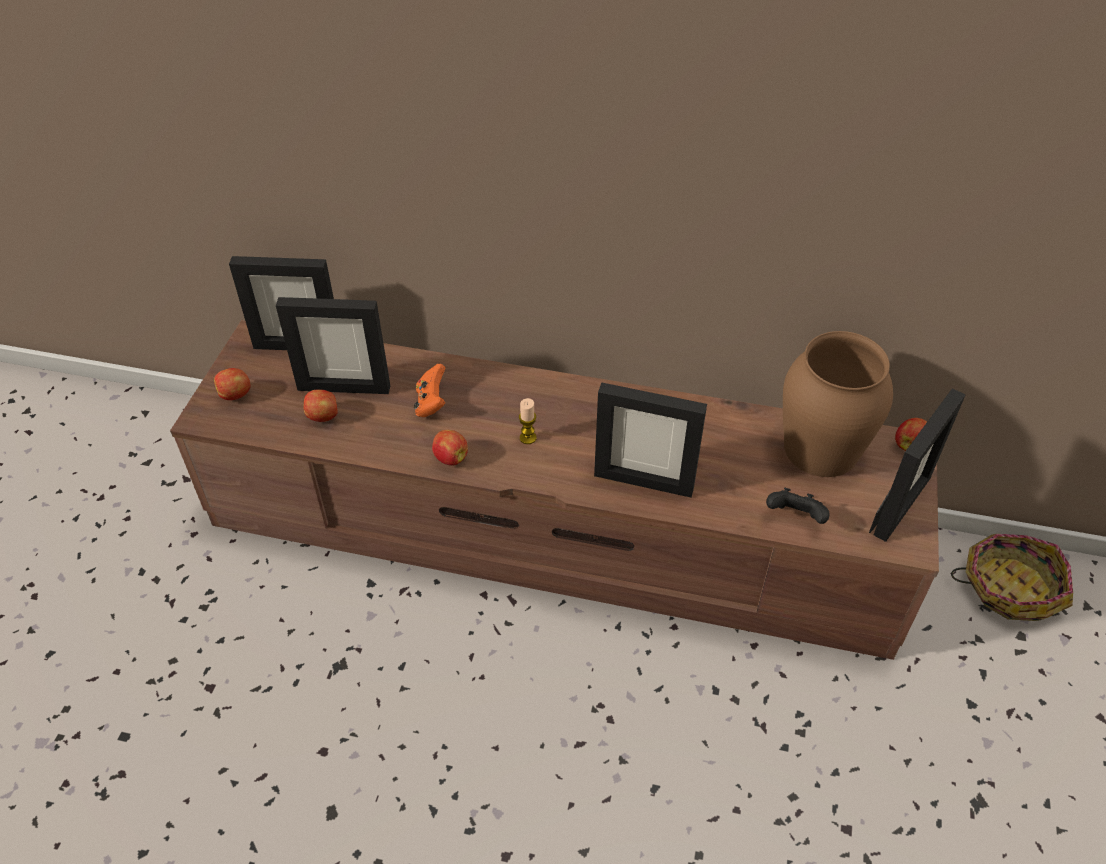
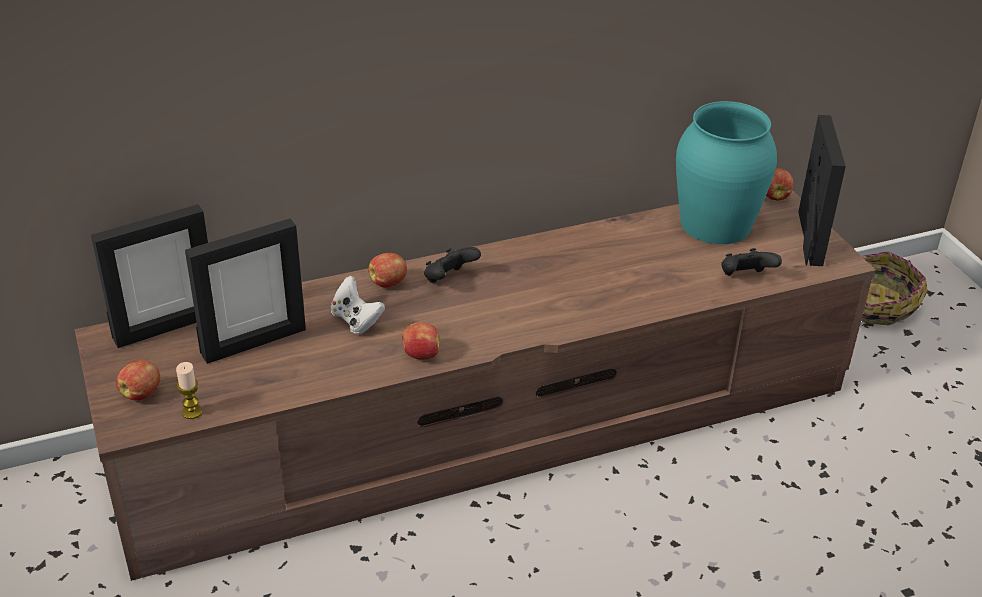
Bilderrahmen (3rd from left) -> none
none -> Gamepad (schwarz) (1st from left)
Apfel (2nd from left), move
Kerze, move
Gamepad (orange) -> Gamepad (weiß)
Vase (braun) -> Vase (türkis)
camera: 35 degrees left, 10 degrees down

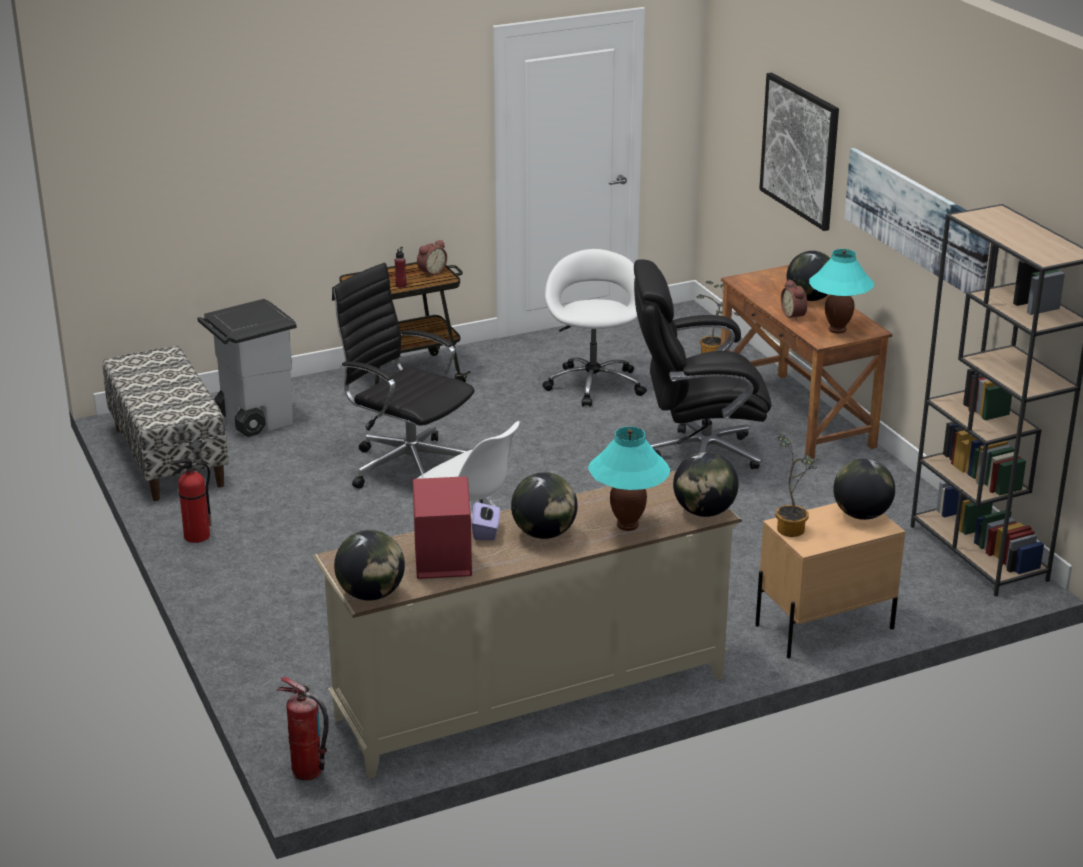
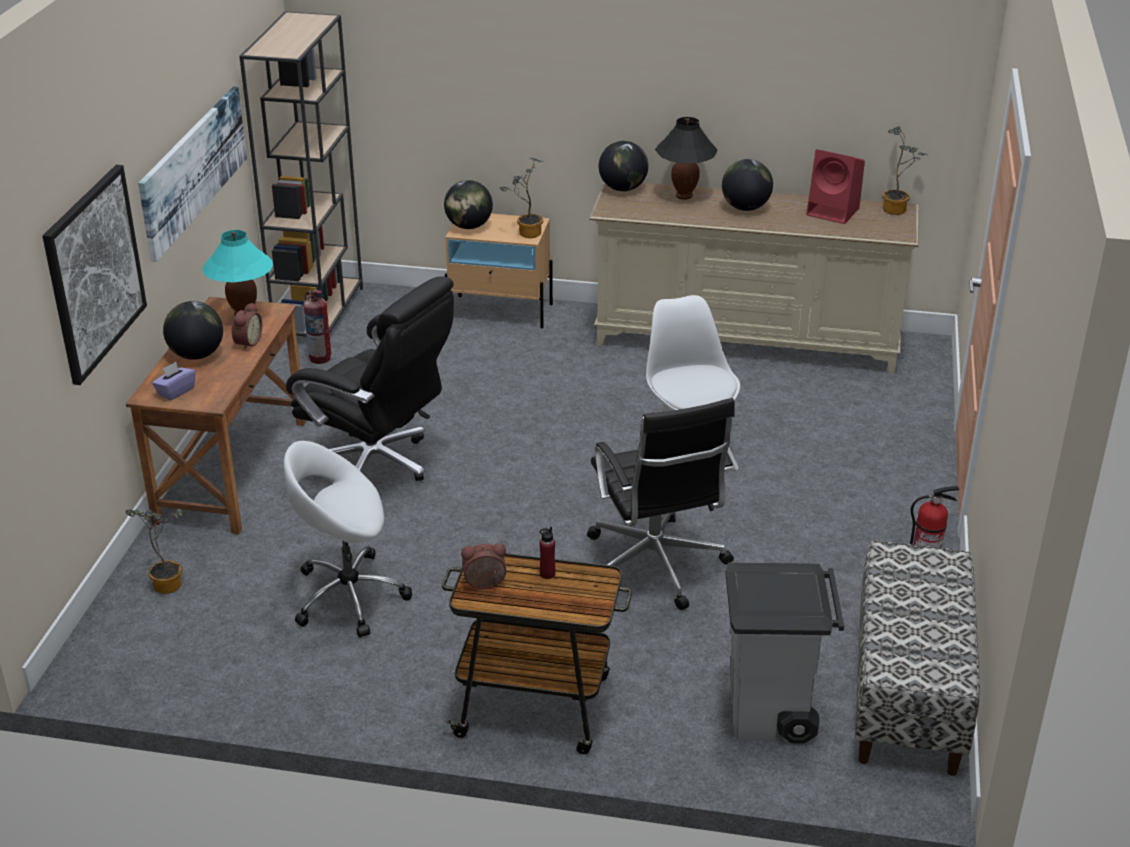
Feuerlöscher (2nd from left in the first image) -> Feuerlöscher (1st from left), move
Taschentuchbox (lila), move
Globus (1st from left) -> Topfpflanze (3rd from left)
Tischlampe (türkis) (1st from left) -> Tischlampe (schwarz)
Bürostuhl (weiß), 45 degrees clockwise
camera: 145 degrees left, 5 degrees up

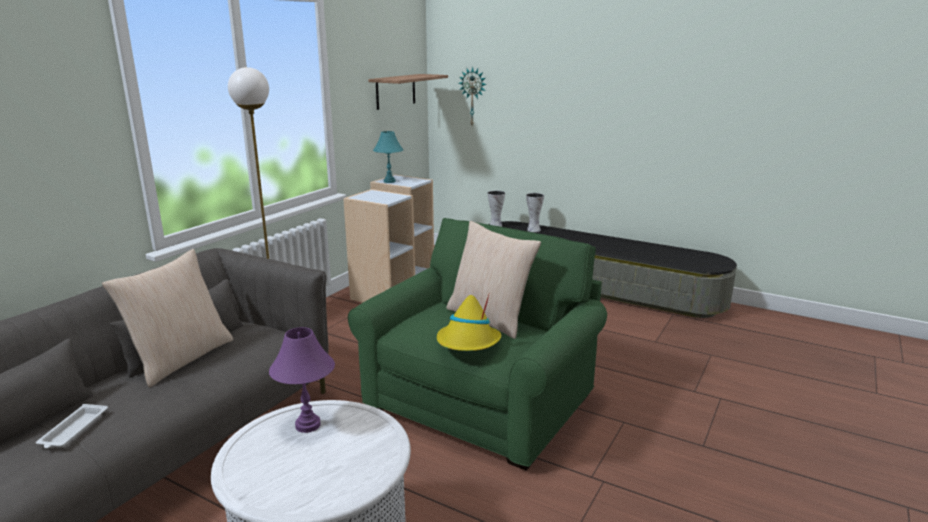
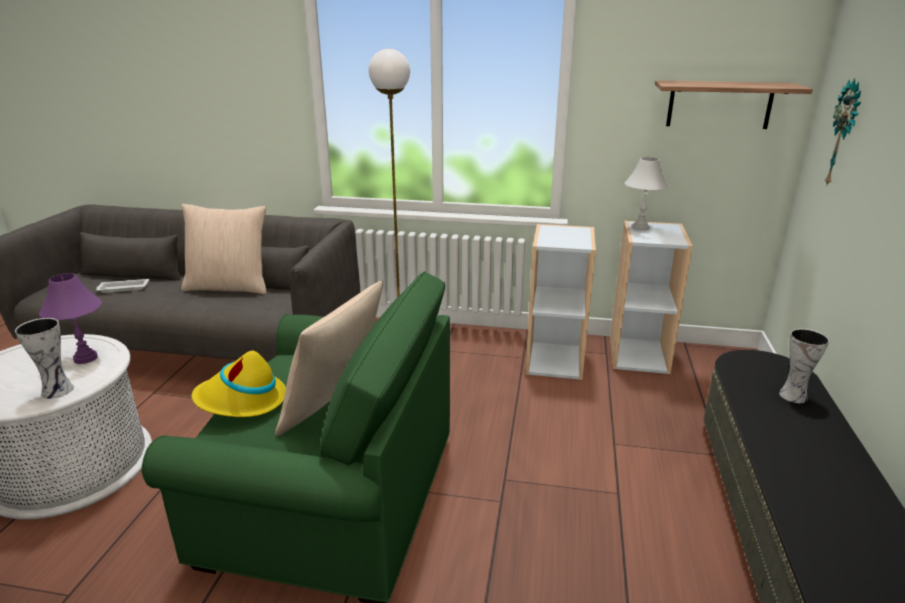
Vase (1st from left), move
Tischlampe (türkis) -> Tischlampe (weiß)
camera: 70 degrees right, 5 degrees up

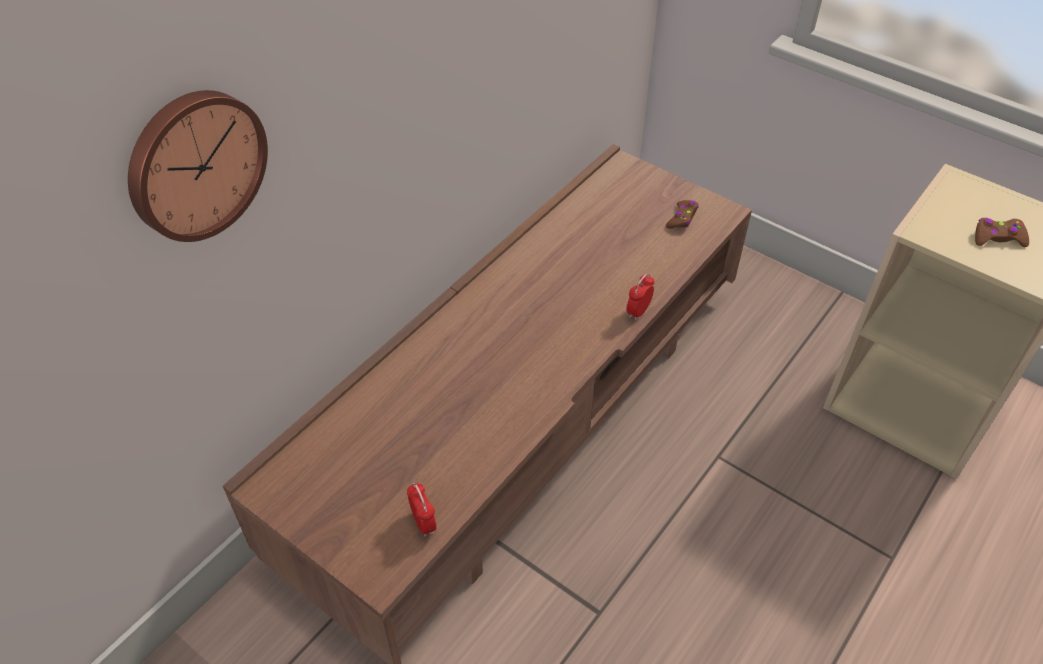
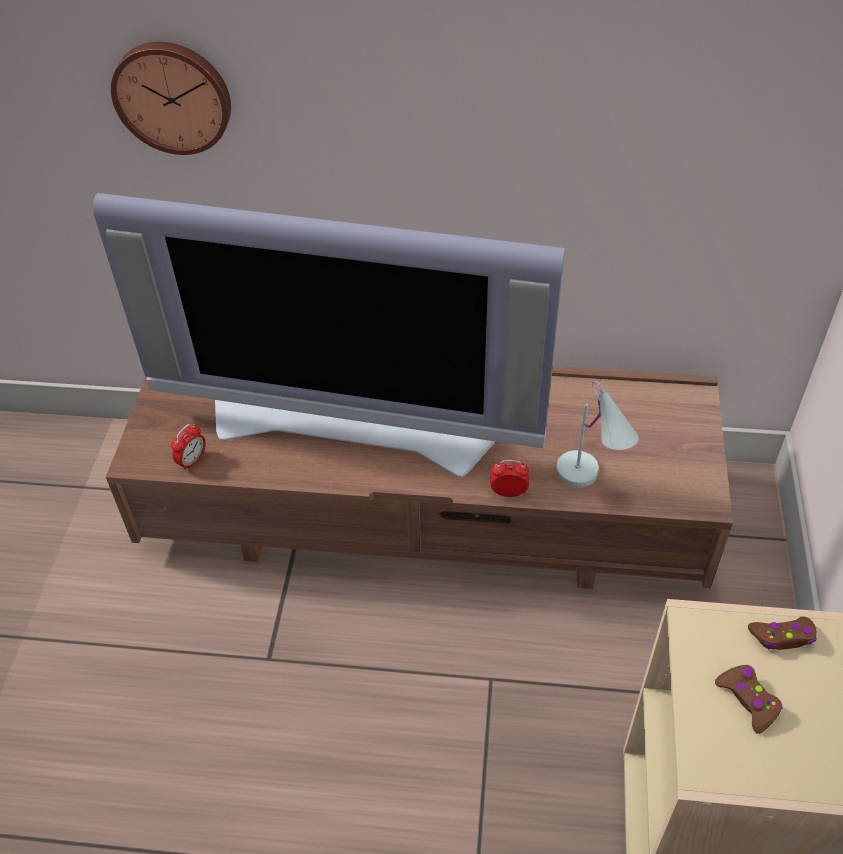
none -> Fernseher
none -> Tischlampe (weiß)
Gamepad (braun) (1st from left in the first image) -> Gamepad (braun) (2nd from left), move
camera: 60 degrees right, 0 degrees up

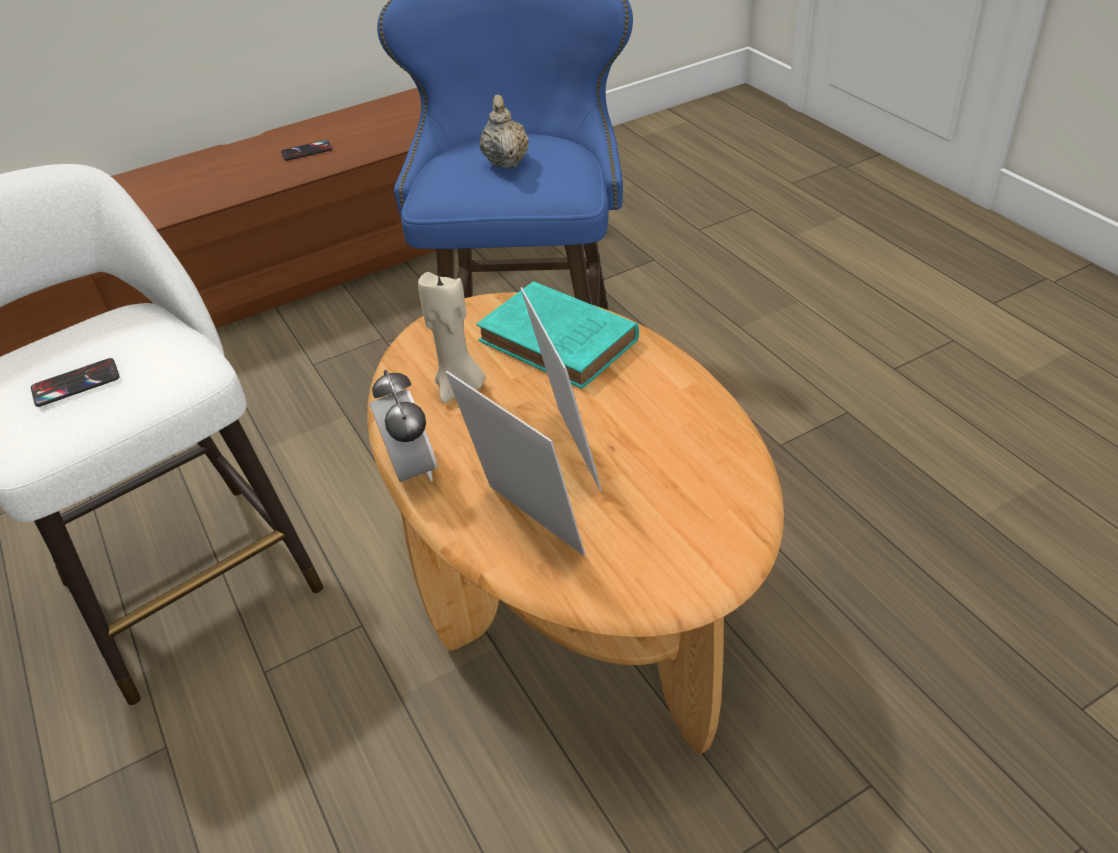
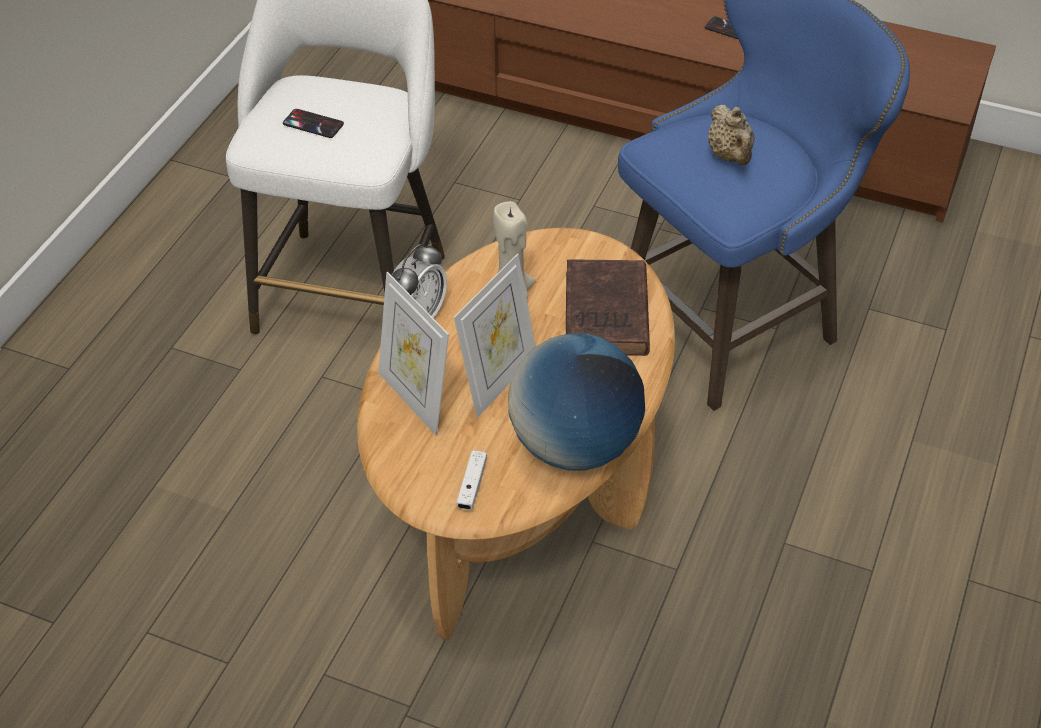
none -> Gamepad (weiß)
none -> Globus
Buch (türkis) -> Buch (braun)
Bilderrahmen (1st from left), 135 degrees clockwise
Teekanne (beige), 120 degrees clockwise
camera: 50 degrees right, 5 degrees up

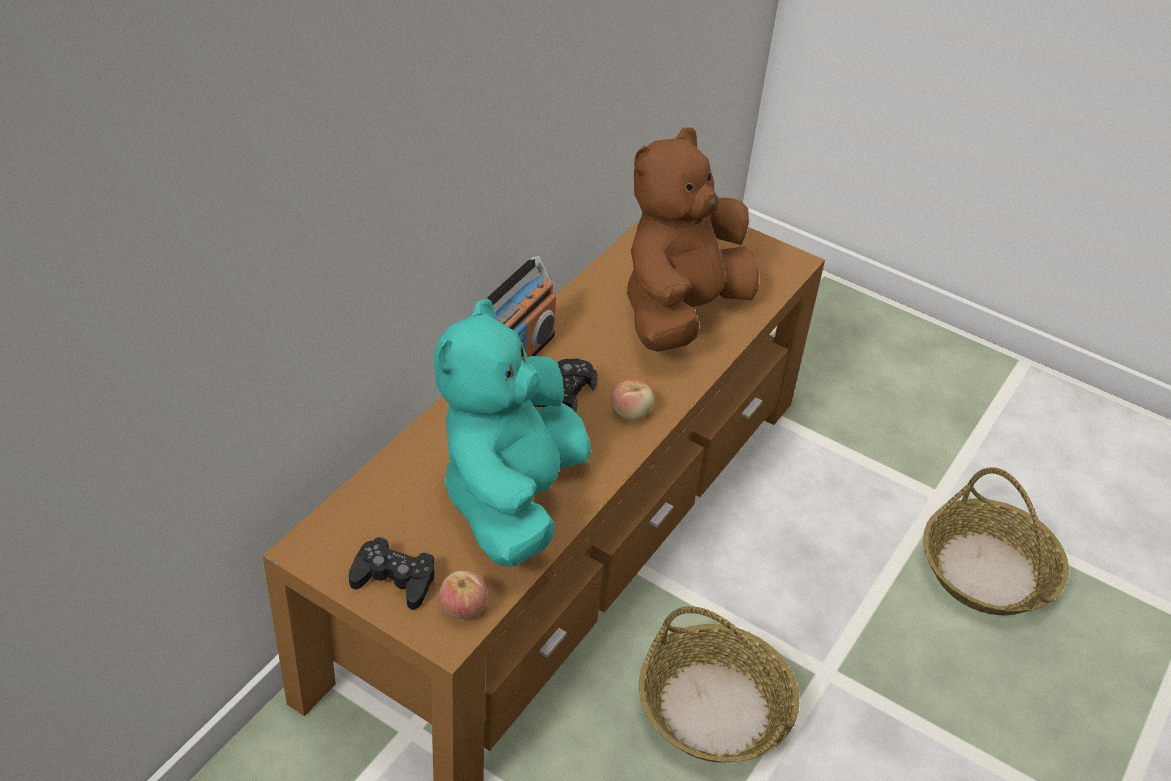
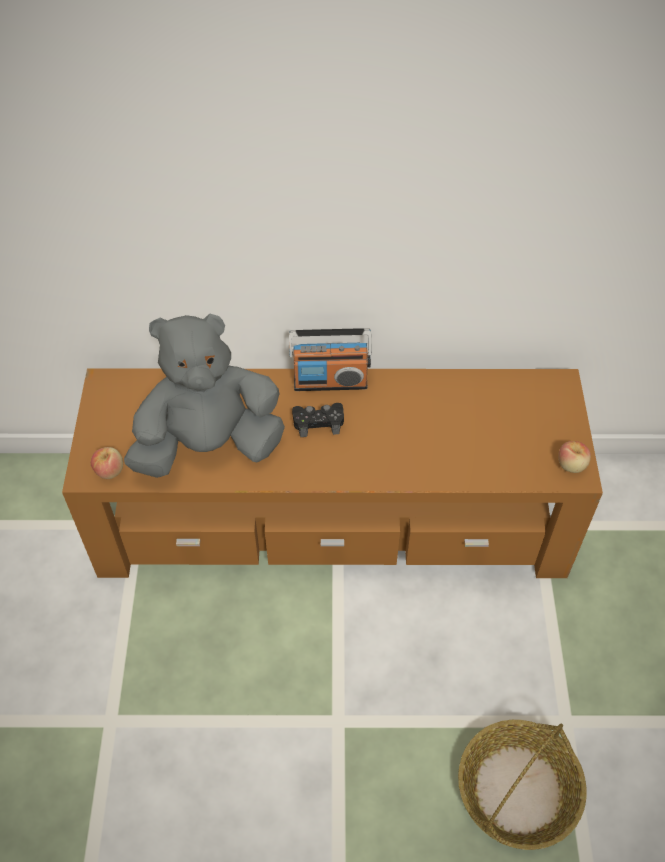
Gamepad (schwarz) (1st from left) -> none
Plüschtier (braun) -> none
Korb (1st from left) -> none
Apfel (2nd from left), move
Plüschtier (türkis) -> Plüschtier (grau)
camera: 60 degrees right, 10 degrees up

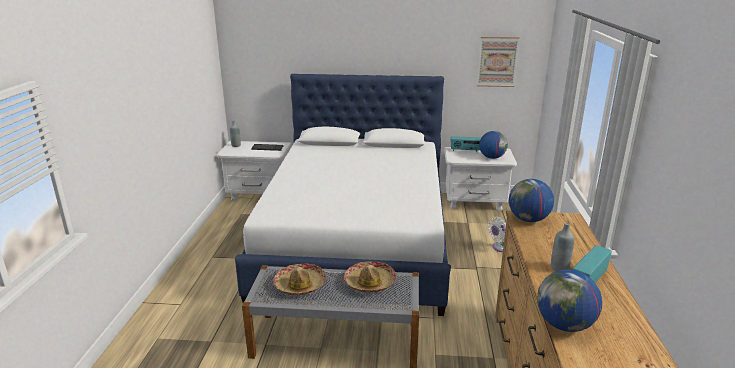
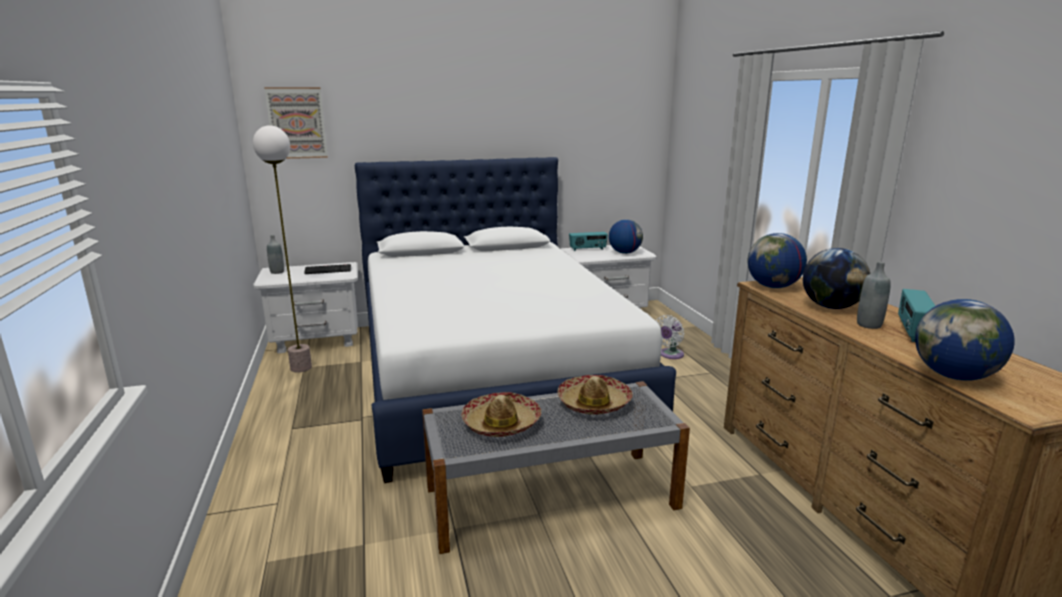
none -> Stehlampe
none -> Globus (3rd from left)
Bild, move
camera: 20 degrees left, 5 degrees down

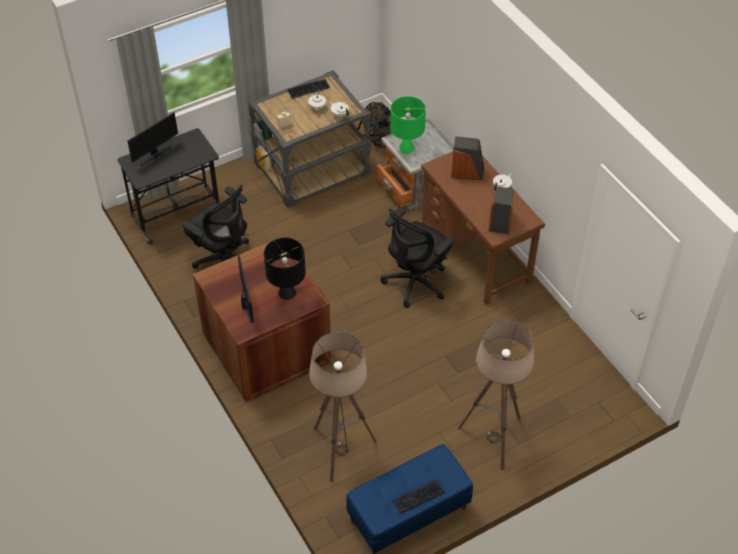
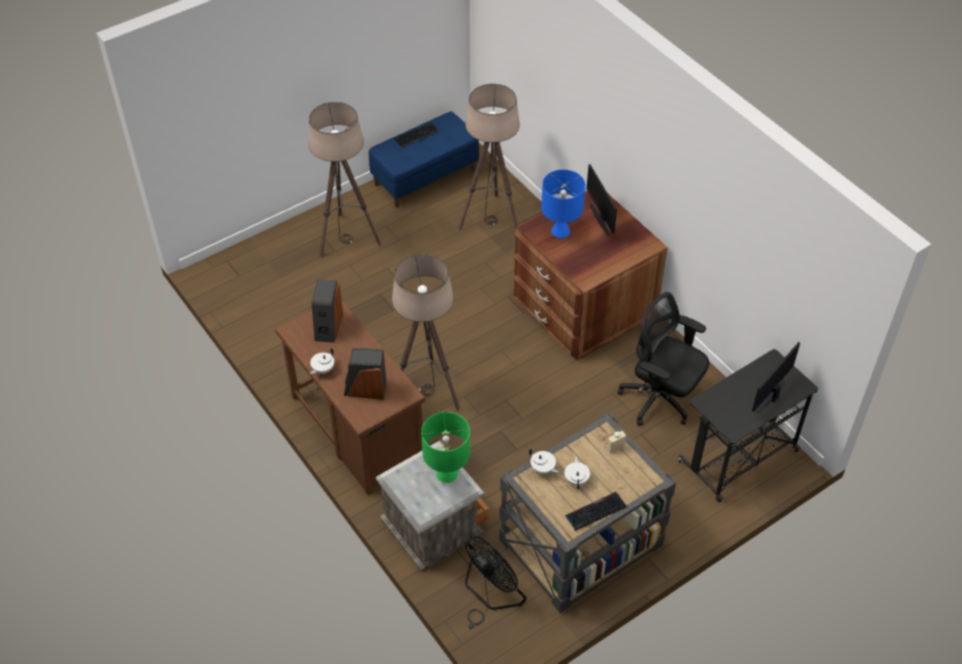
Bürostuhl (schwarz) (2nd from left) -> Stehlampe (2nd from left)
Tischlampe (schwarz) -> Tischlampe (blau)
camera: 175 degrees right, 0 degrees up

